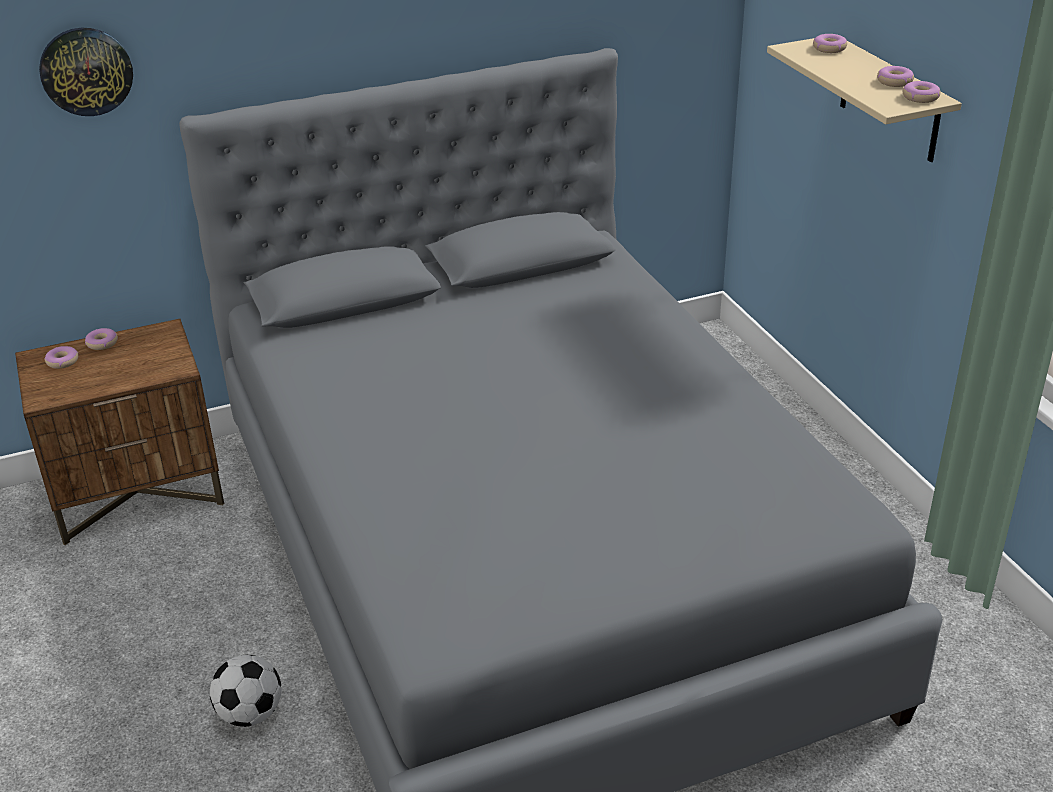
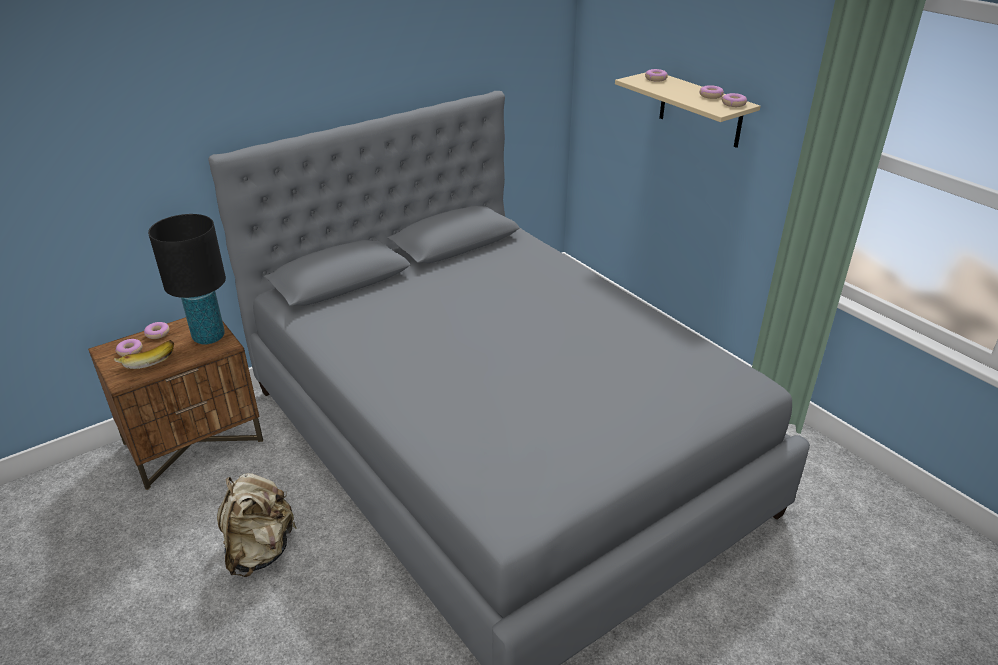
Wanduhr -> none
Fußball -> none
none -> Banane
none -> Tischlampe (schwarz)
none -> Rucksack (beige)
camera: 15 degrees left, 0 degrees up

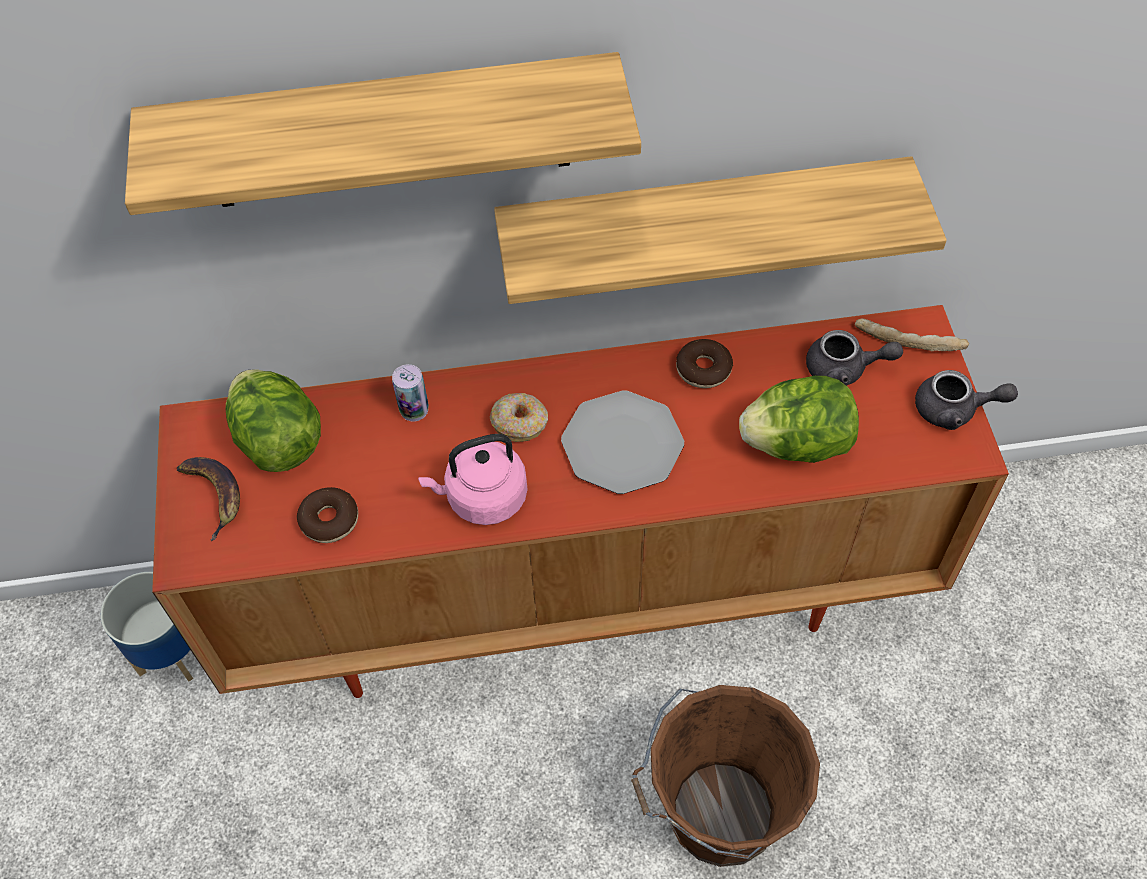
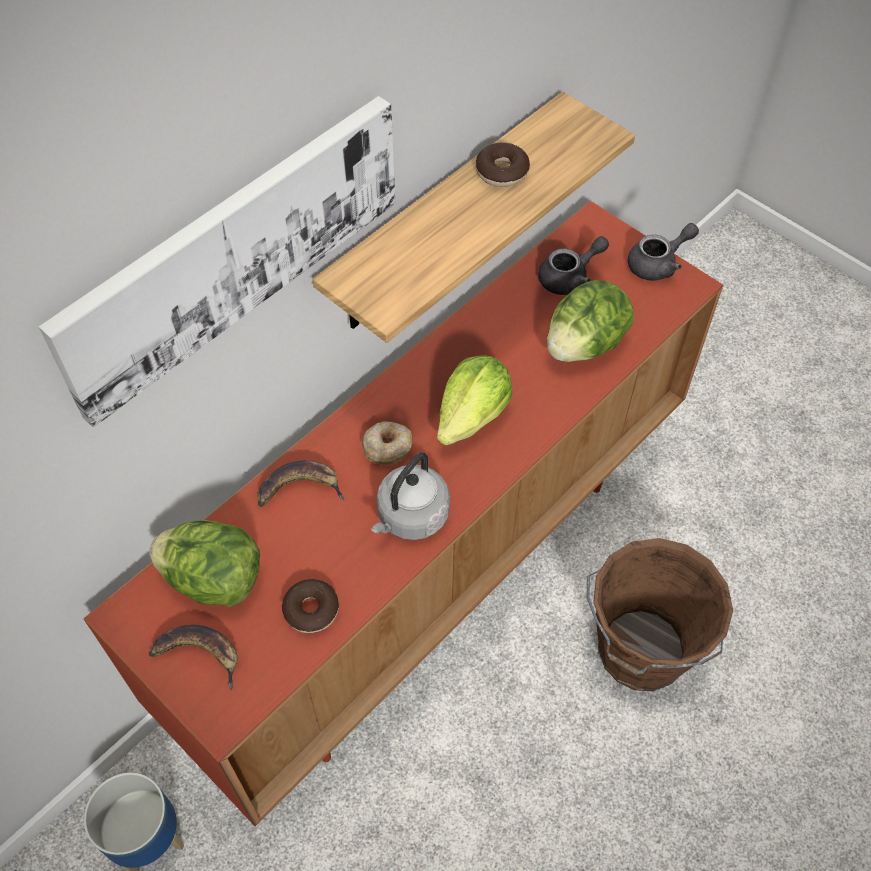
Brot -> none
Donut (3rd from left), move
Wandregal (1st from left) -> Bild
Dose -> Banane (2nd from left)
Teller -> Salatkopf (2nd from left)
Wasserkessel (rosa) -> Wasserkessel (grau)
camera: 40 degrees left, 0 degrees up

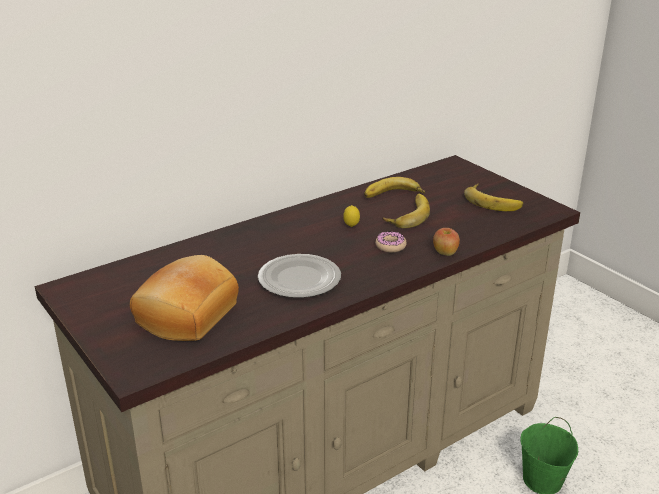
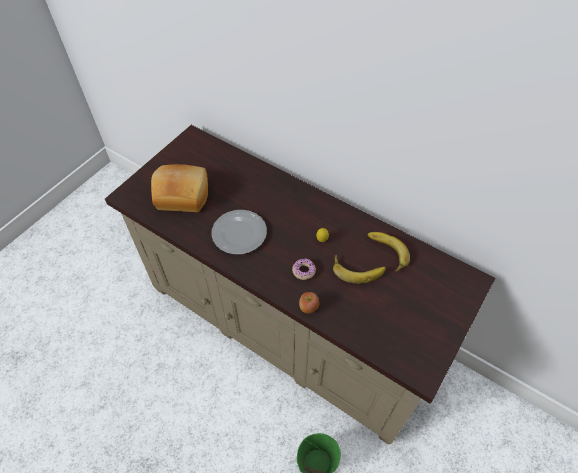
Banane (3rd from left) -> none
camera: 70 degrees right, 25 degrees up

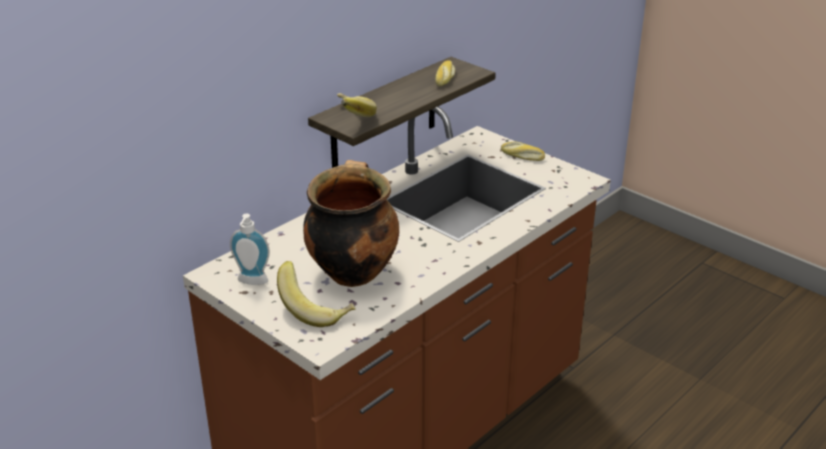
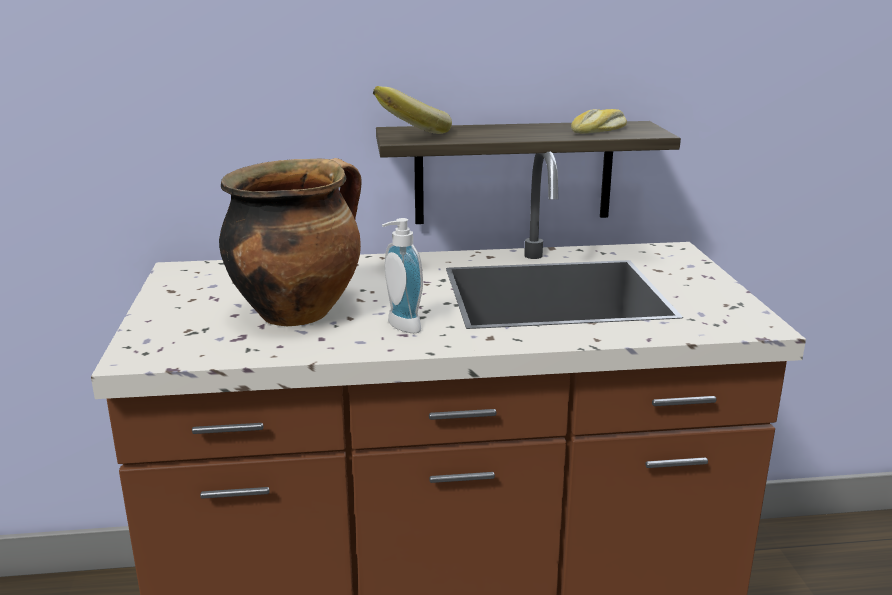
Banane (1st from left) -> none
Brot (2nd from left) -> none
Seifenspender, move
camera: 40 degrees right, 10 degrees down

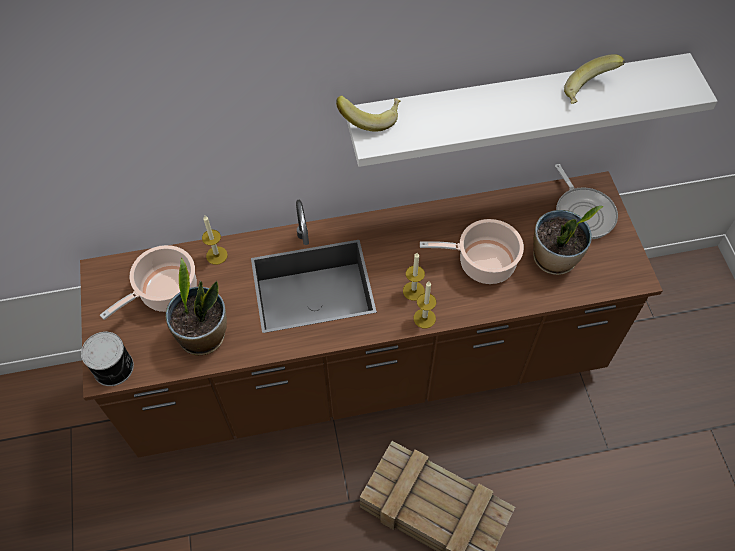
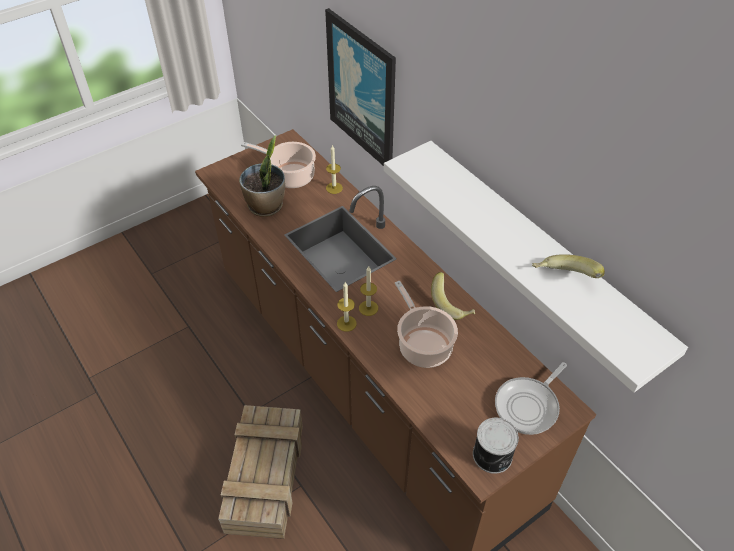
Topfpflanze (2nd from left) -> none
none -> Bild
Dose, move
Banane (1st from left), move
camera: 65 degrees right, 10 degrees down

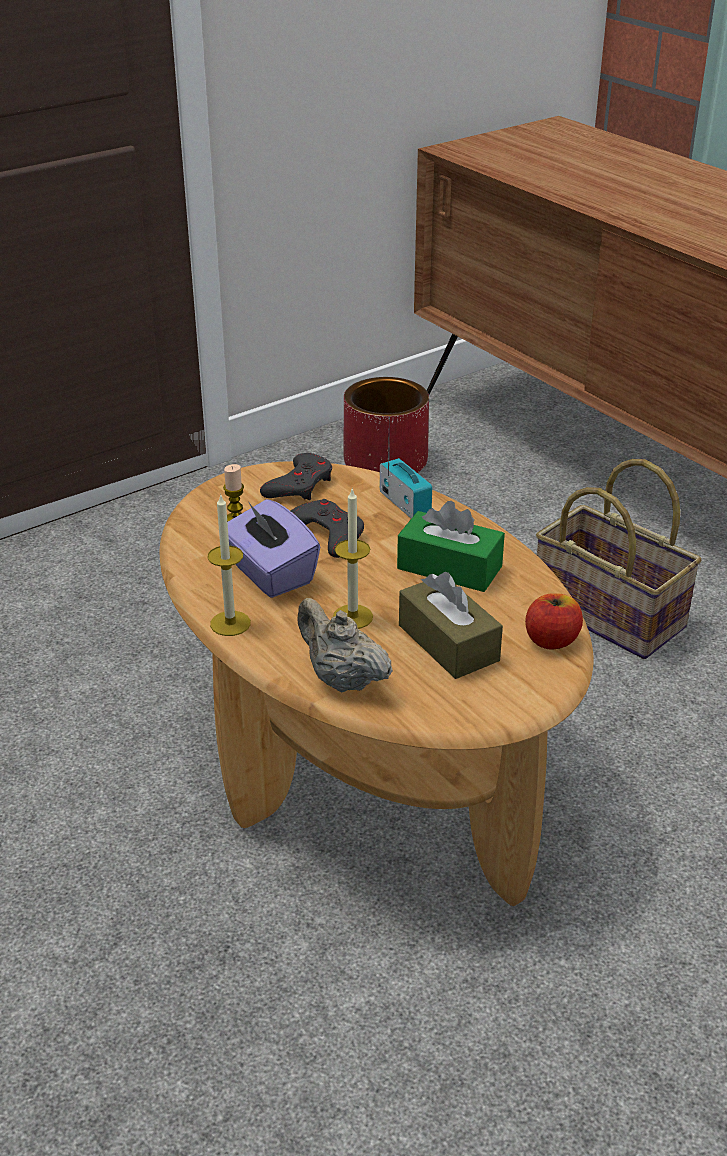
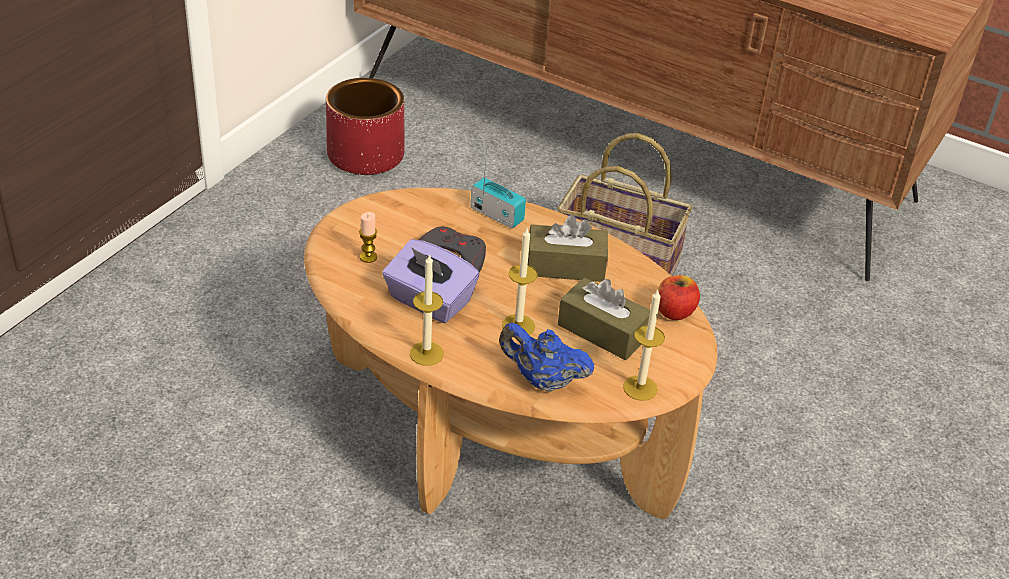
Gamepad (grau) (1st from left) -> none
none -> Kerze (4th from left)
Teekanne (beige) -> Teekanne (blau)
Taschentuchbox (grün) -> Taschentuchbox (braun) (1st from left)
camera: 25 degrees left, 5 degrees up

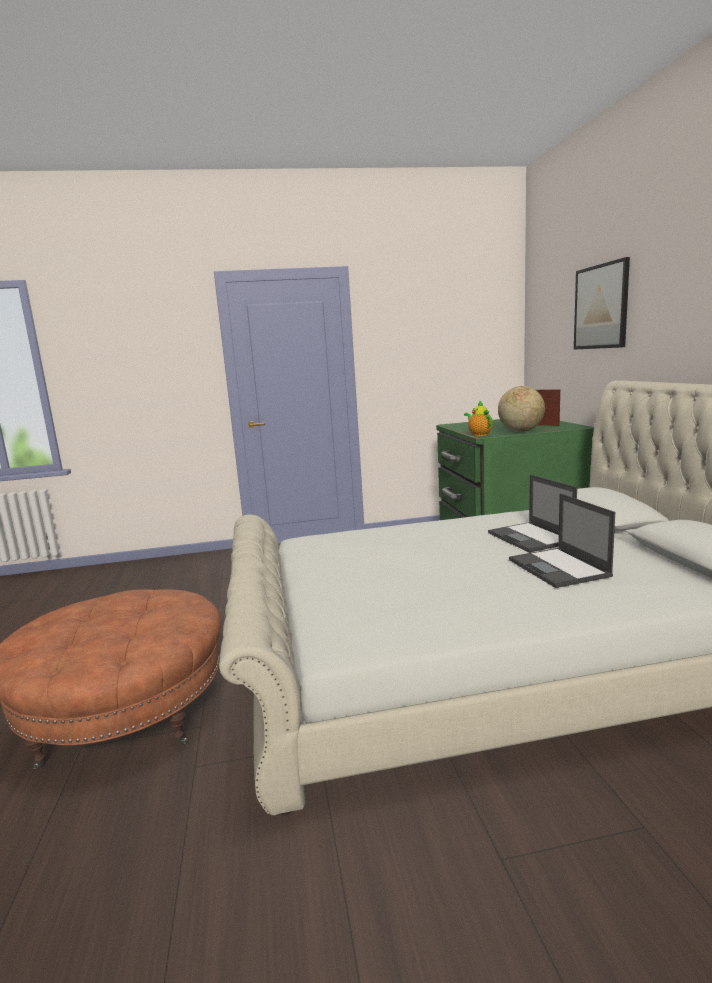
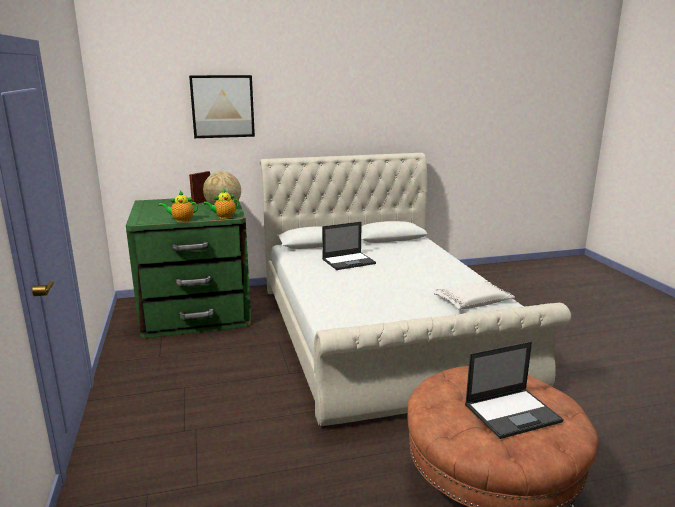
none -> Teekanne (1st from left)
none -> Kissen (weiß)
Laptop (2nd from left), move
camera: 95 degrees left, 5 degrees up

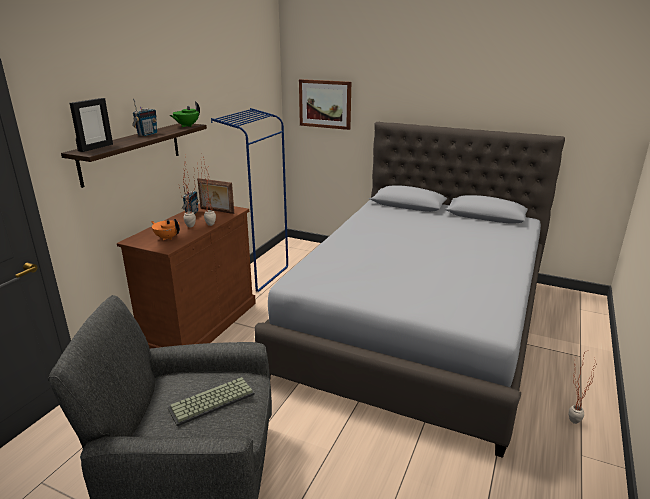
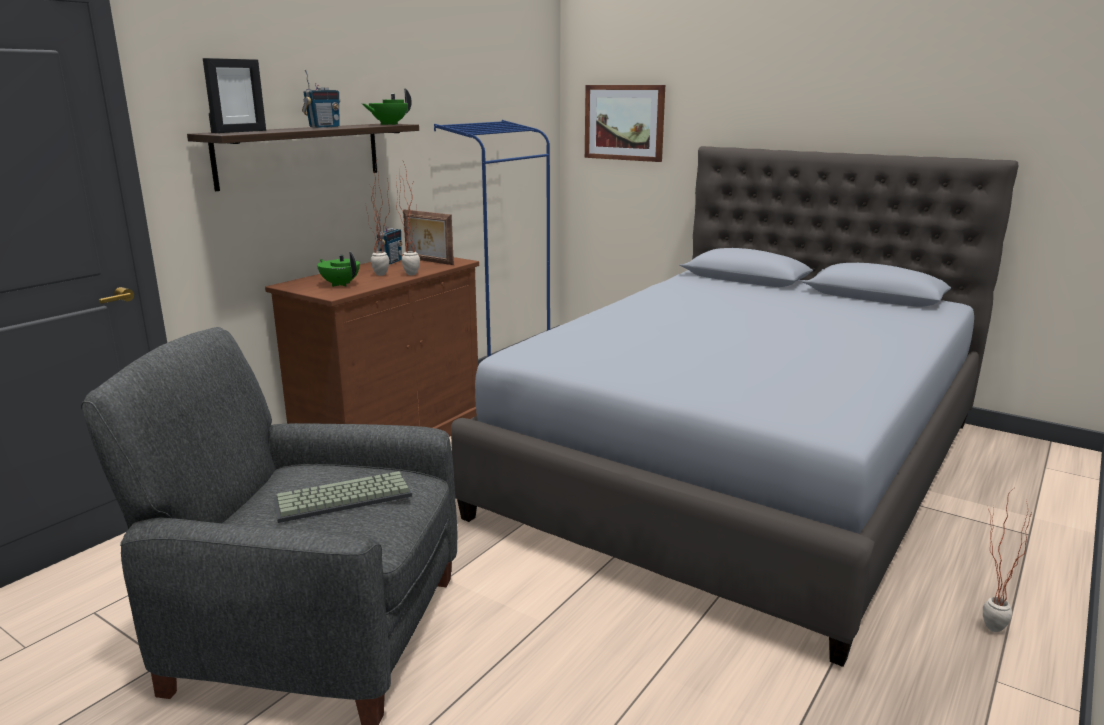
Teekanne (orange) -> Teekanne (grün) (1st from left)
camera: 10 degrees right, 5 degrees down

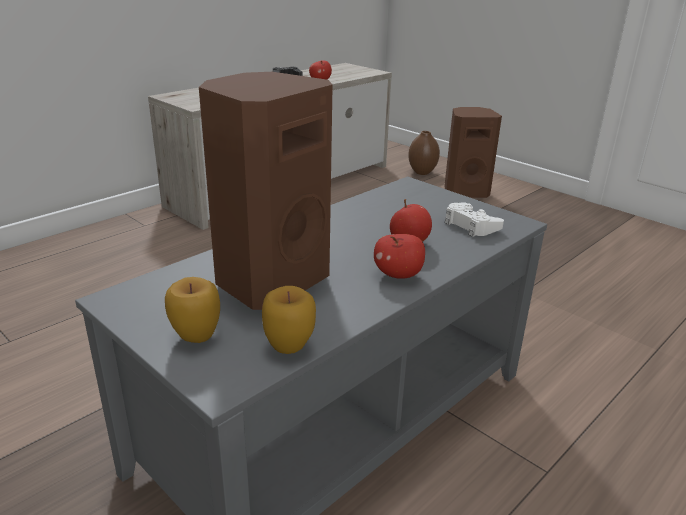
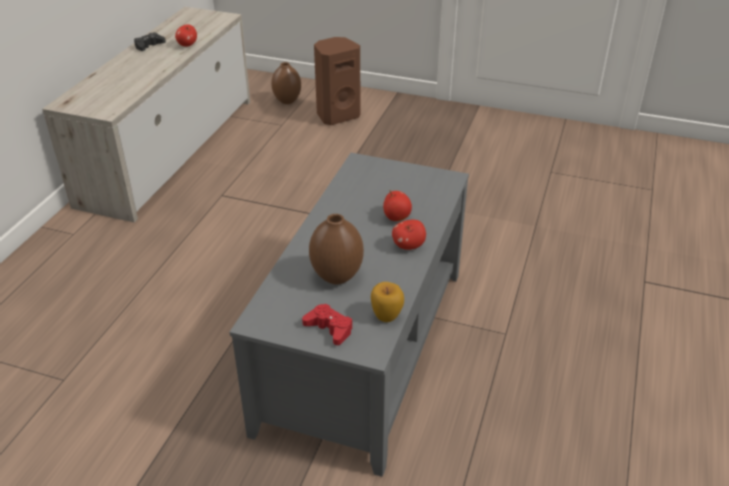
Gamepad (weiß) -> none
Apfel (1st from left) -> Gamepad (rot)
Lautsprecher (braun) (1st from left) -> Vase (braun) (2nd from left)
camera: 25 degrees left, 10 degrees up

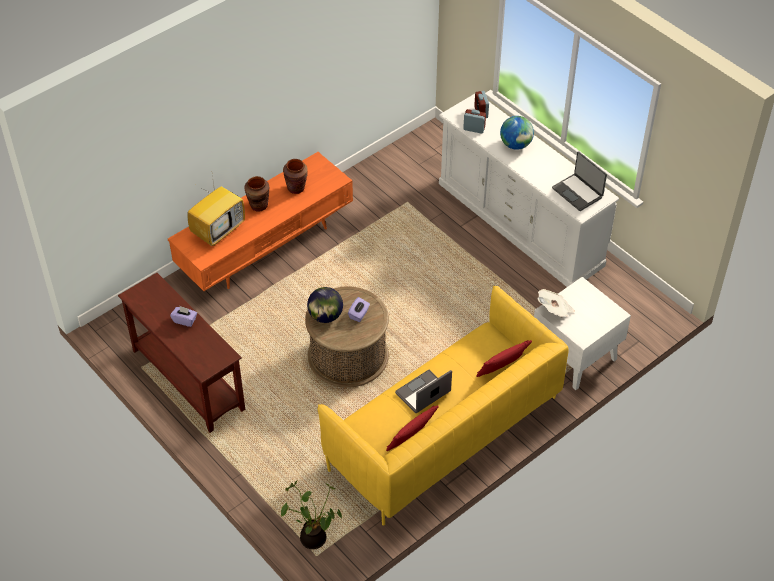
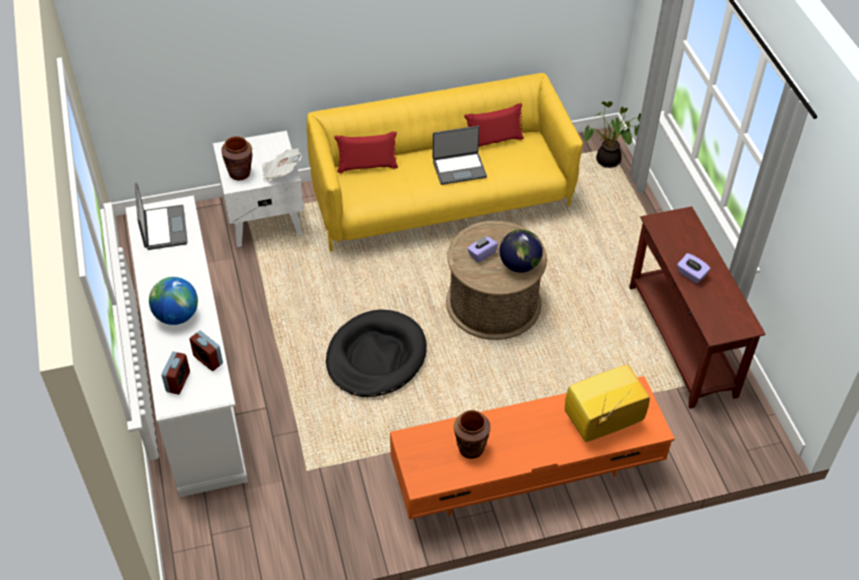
none -> Hundebett (schwarz)
Vase (braun) (1st from left), move
camera: 155 degrees left, 0 degrees up

